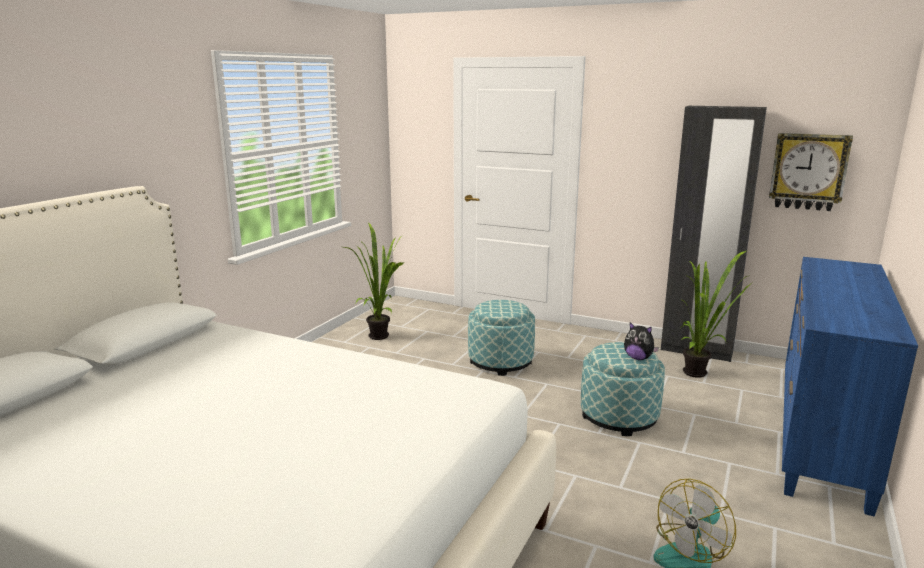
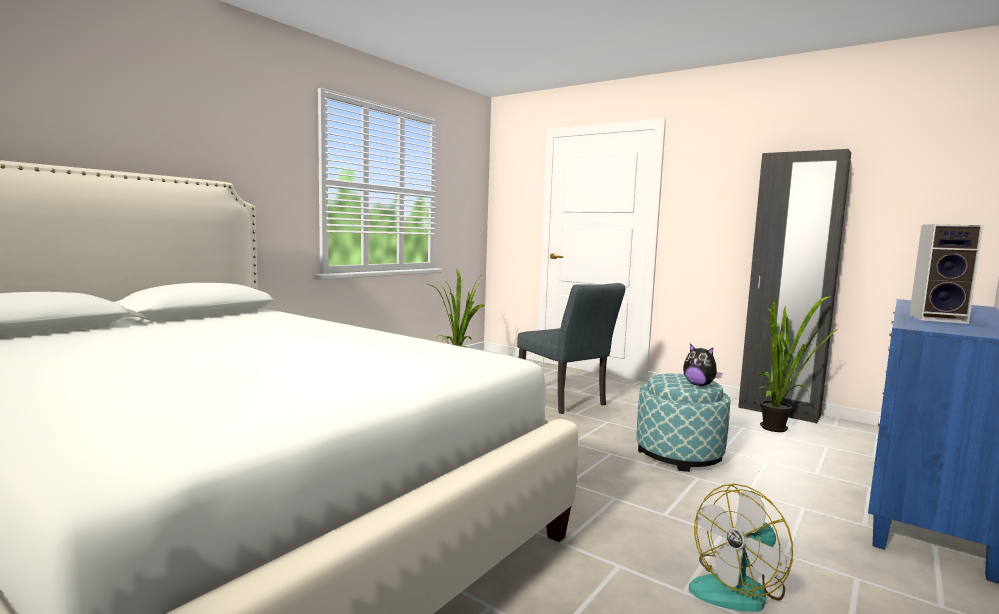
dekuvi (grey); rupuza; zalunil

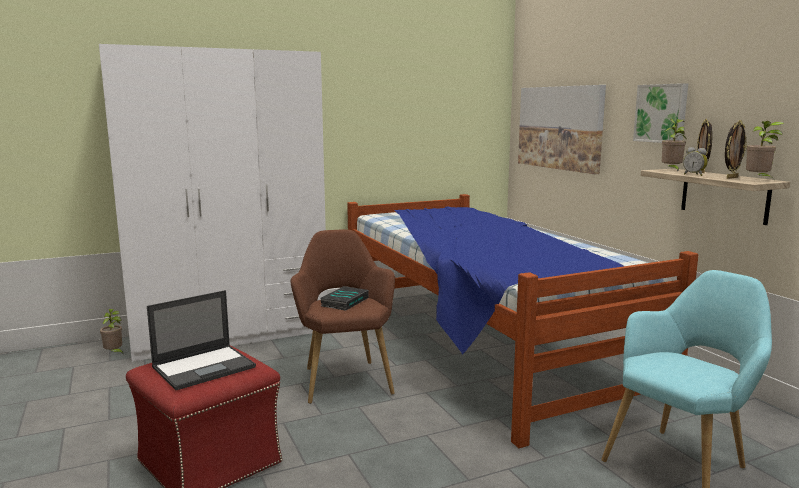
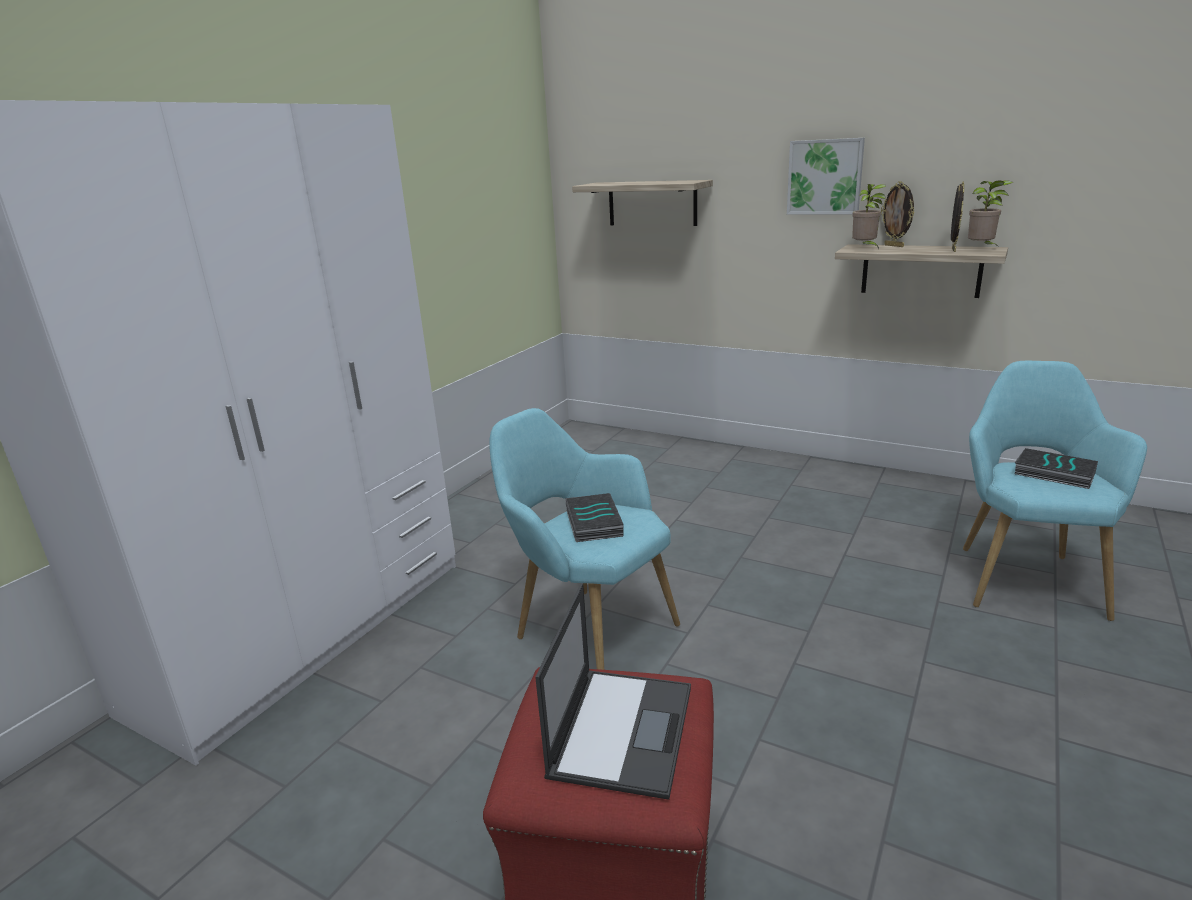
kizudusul (1st from left in the first image); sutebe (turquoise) (1st from left); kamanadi; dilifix (1st from left); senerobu; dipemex (2nd from left)

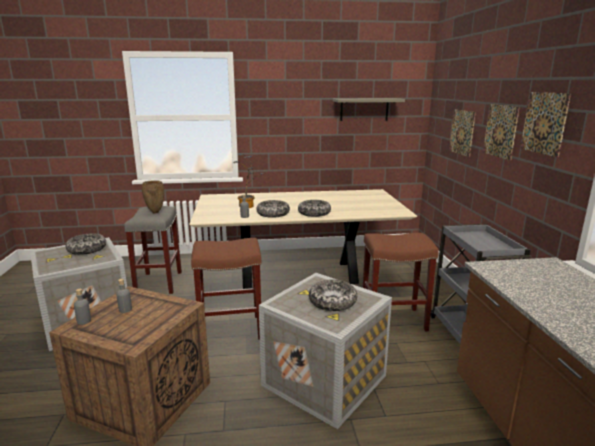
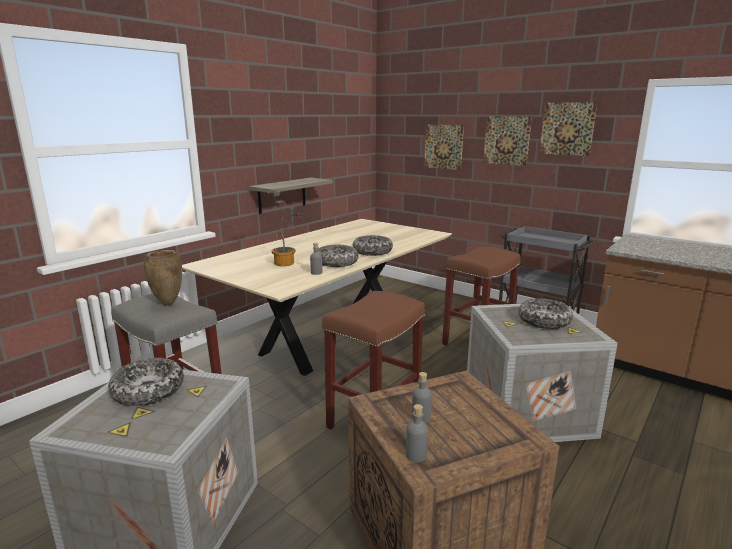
dilifix

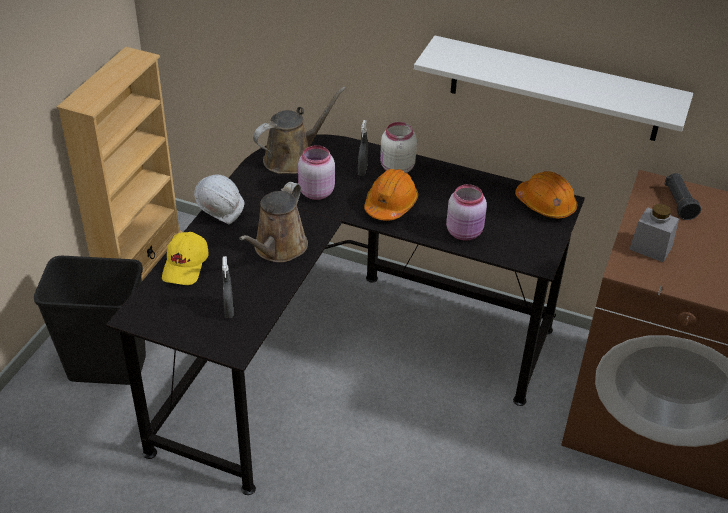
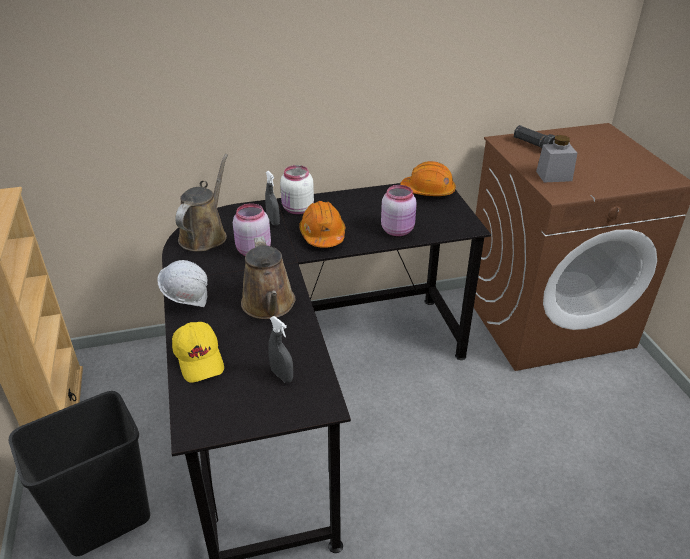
dilifix (white)

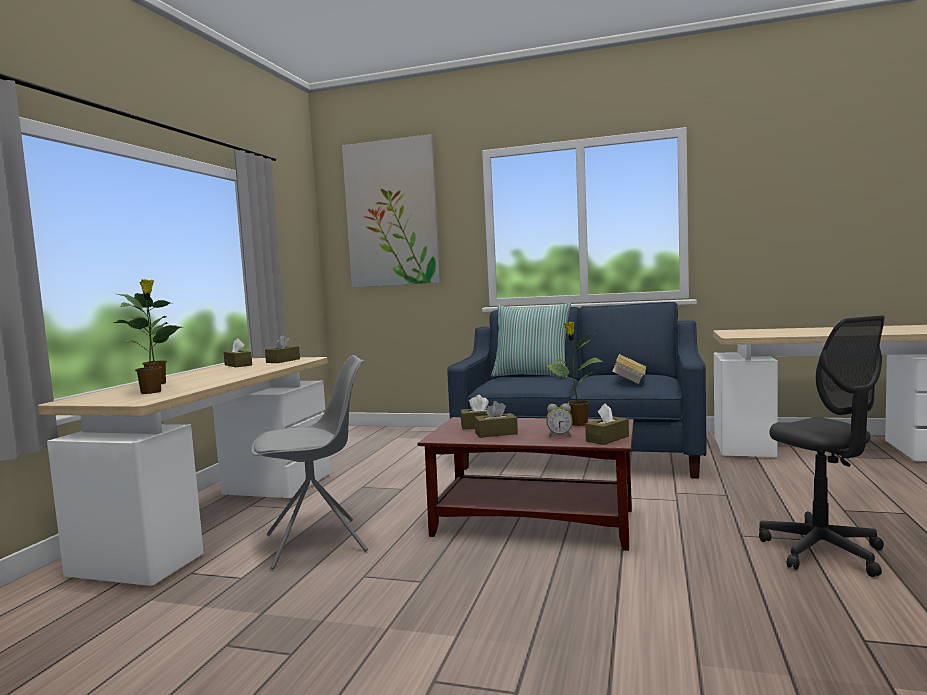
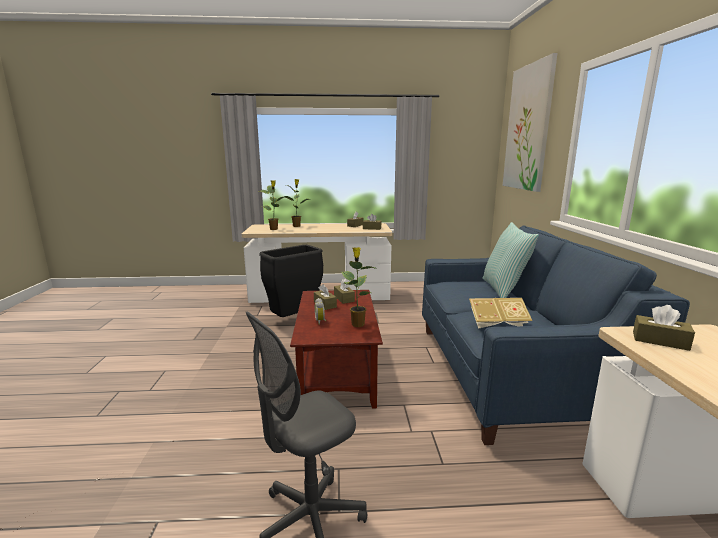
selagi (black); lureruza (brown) (5th from left)

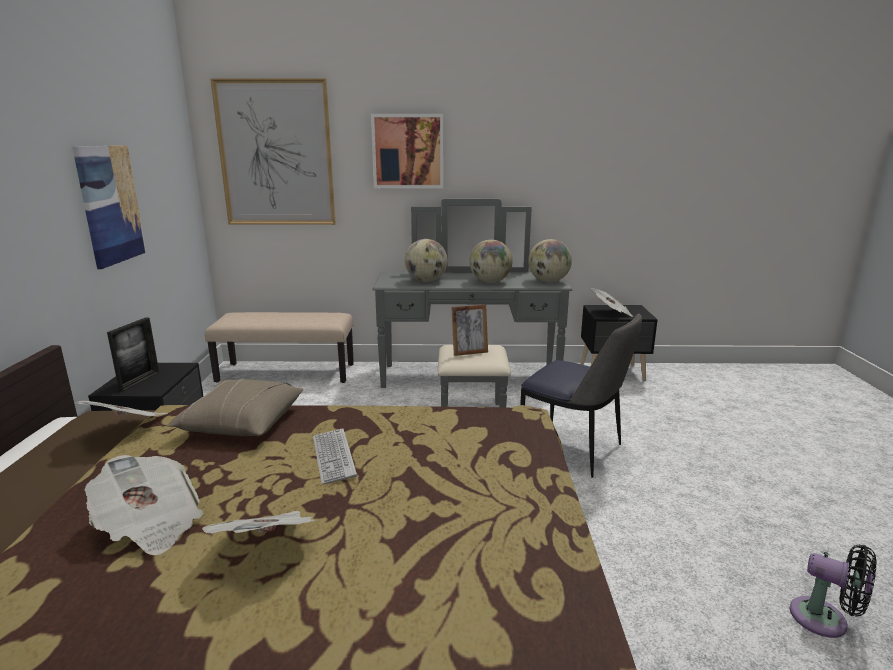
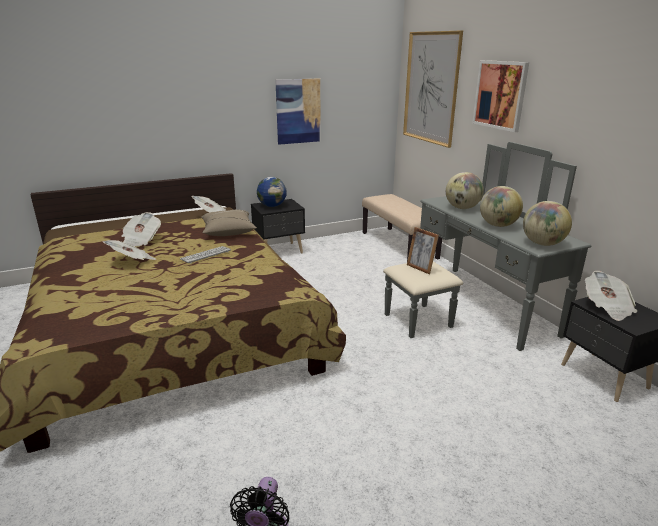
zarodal (1st from left); dekuvi

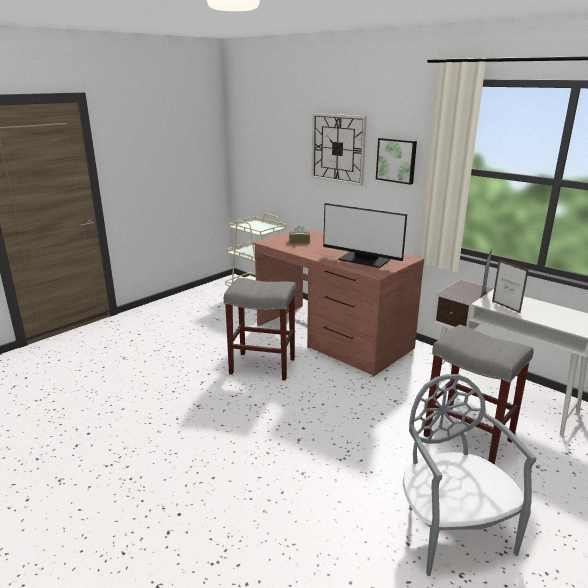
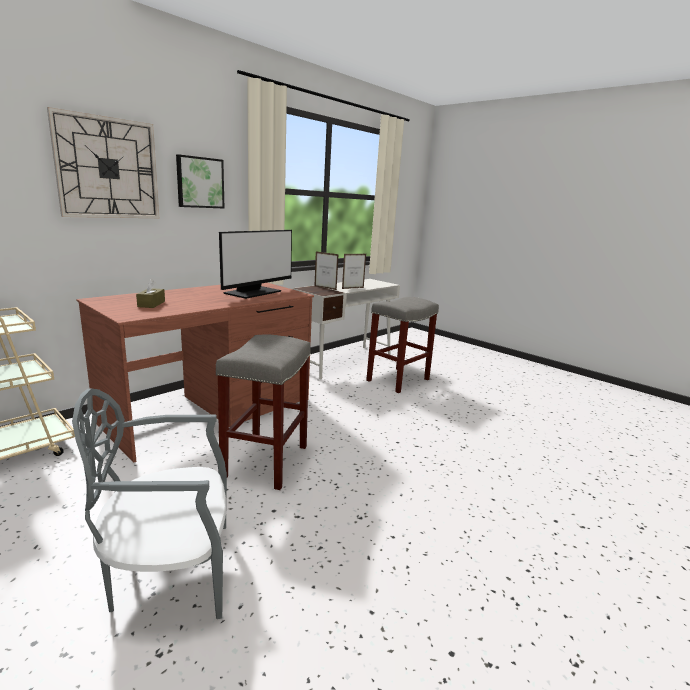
dekuvi (grey)

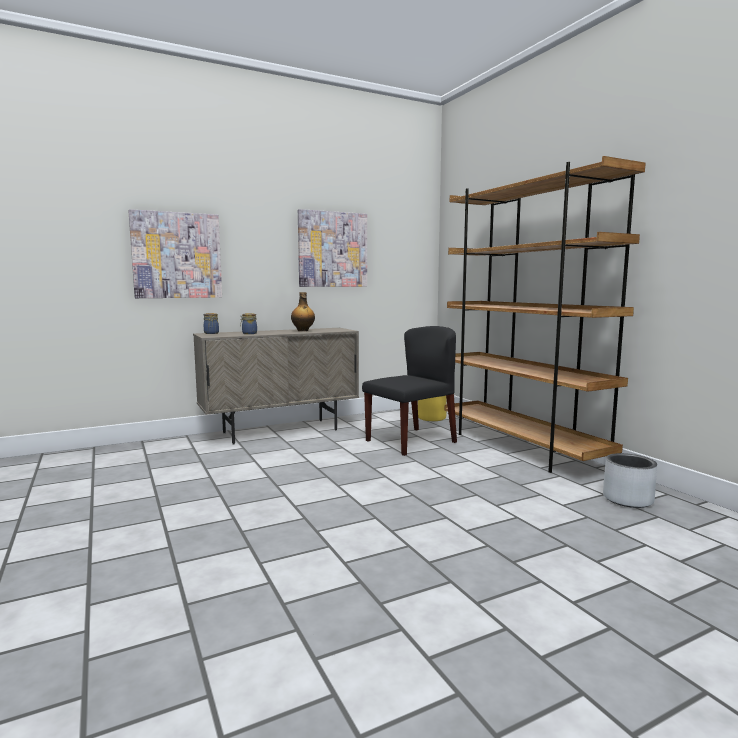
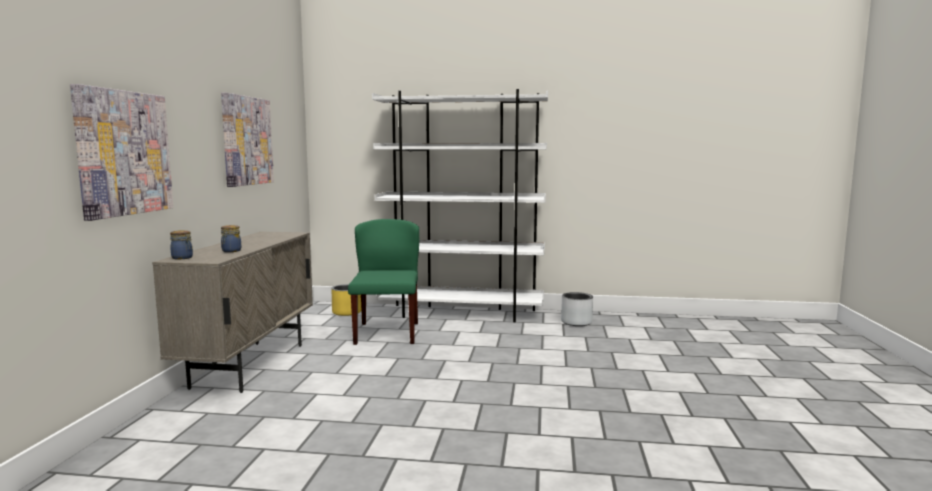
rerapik; dekuvi (green); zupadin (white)

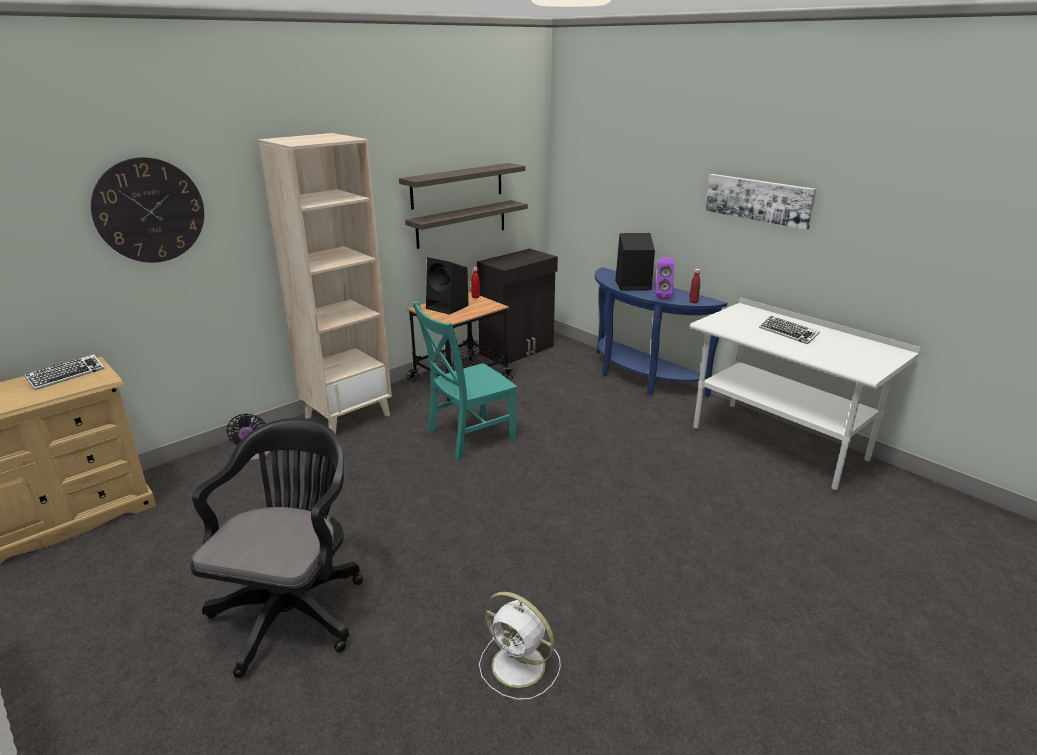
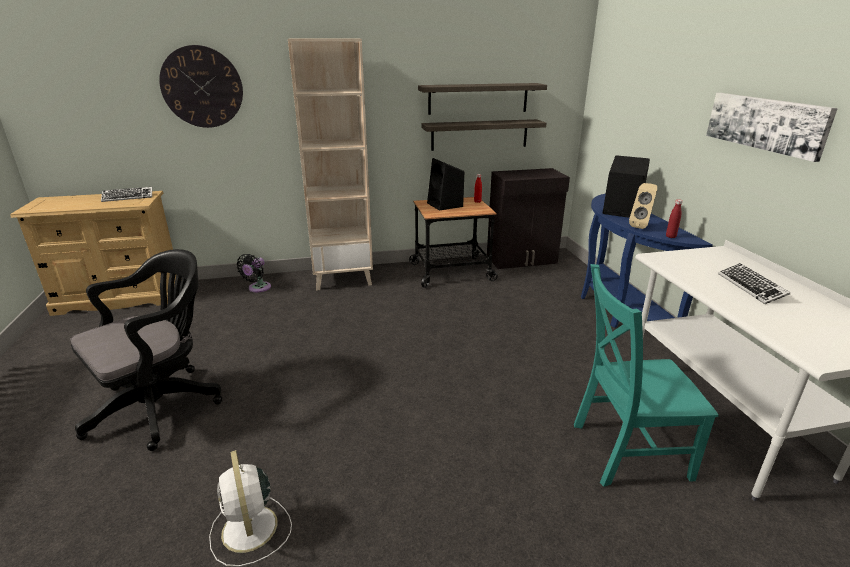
dekuvi (turquoise); zalunil (beige)

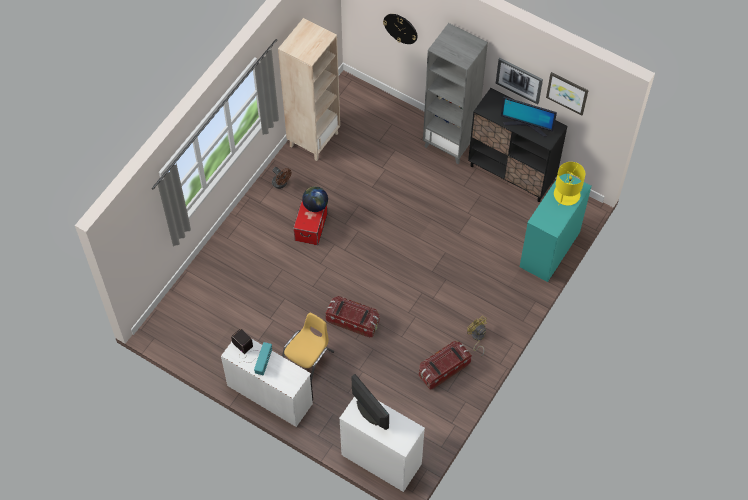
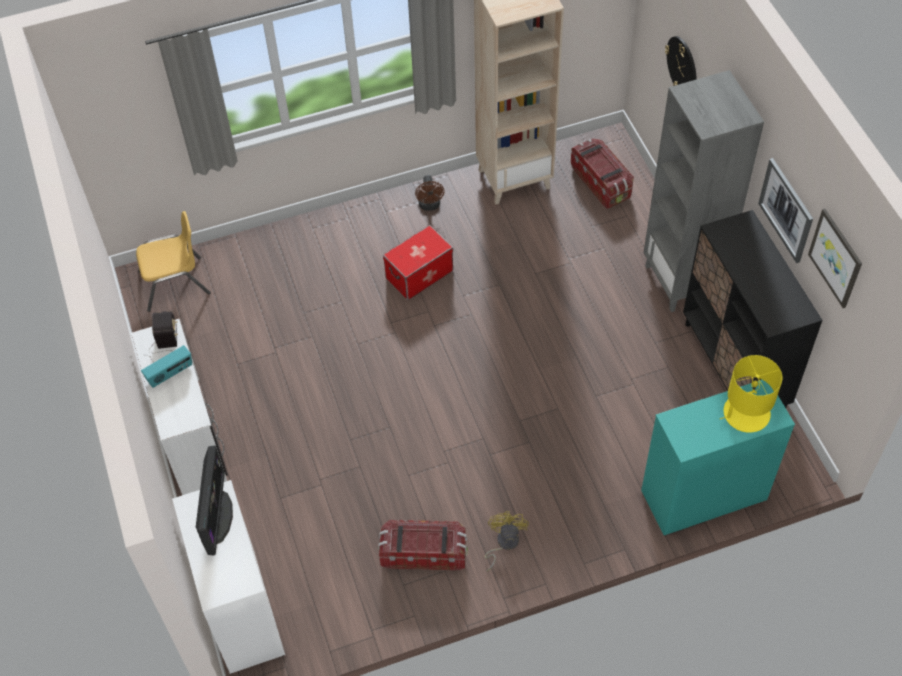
dekuvi (yellow); zarodal; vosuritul (3rd from left); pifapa (2nd from left in the first image)

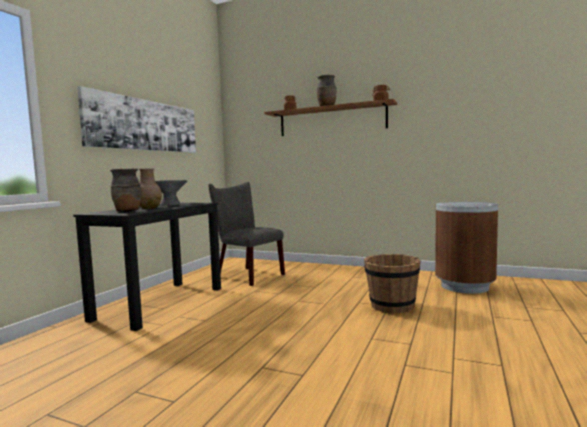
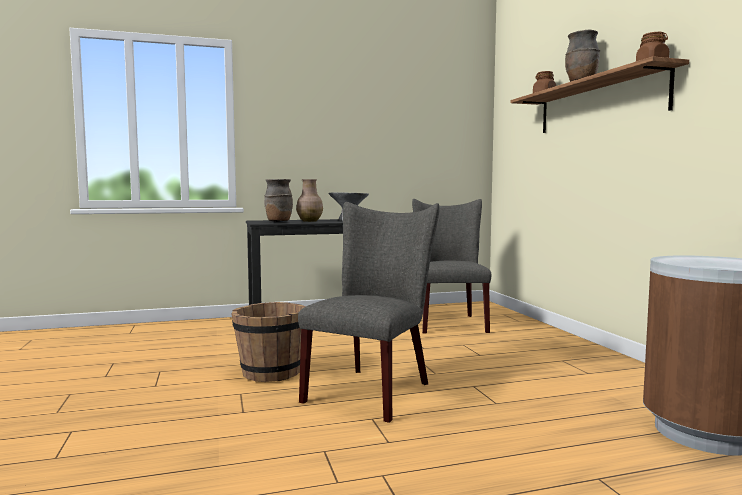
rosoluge; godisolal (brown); dekuvi (grey) (1st from left)

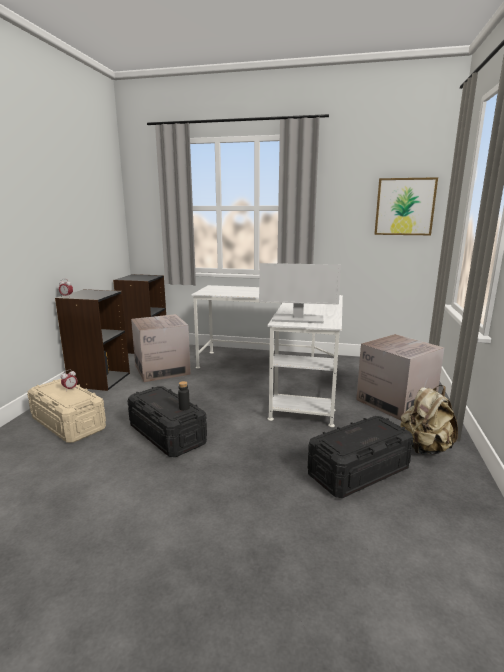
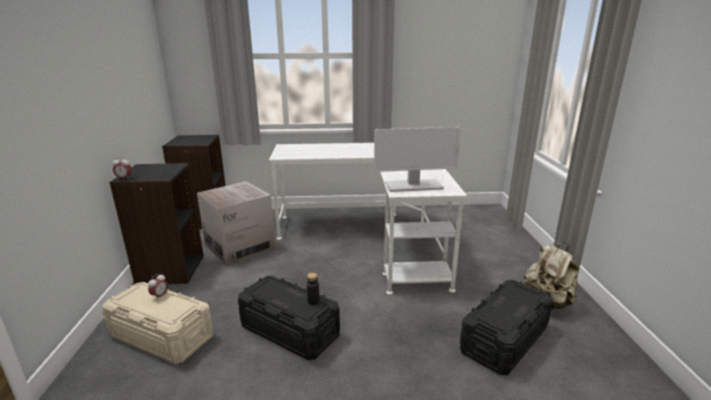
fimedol (2nd from left in the first image); rosoluge

